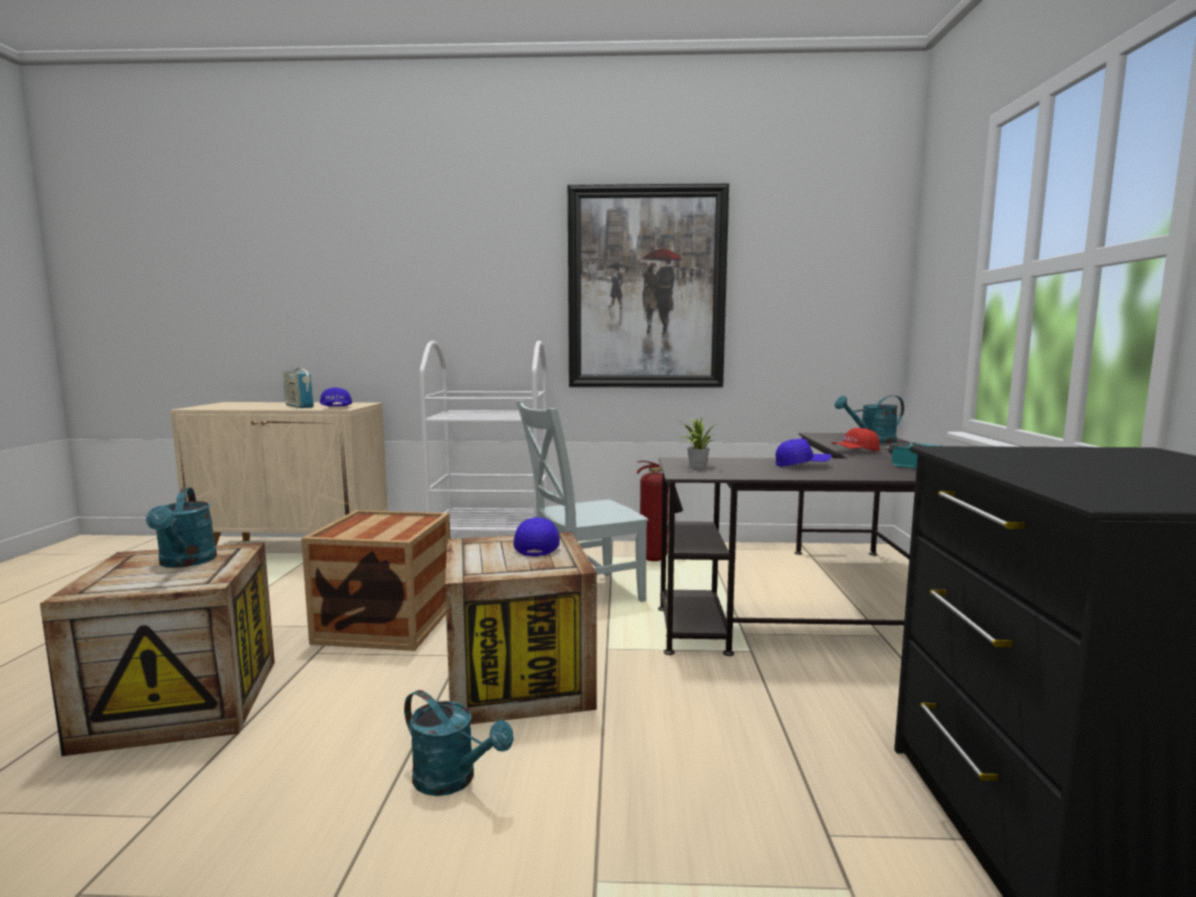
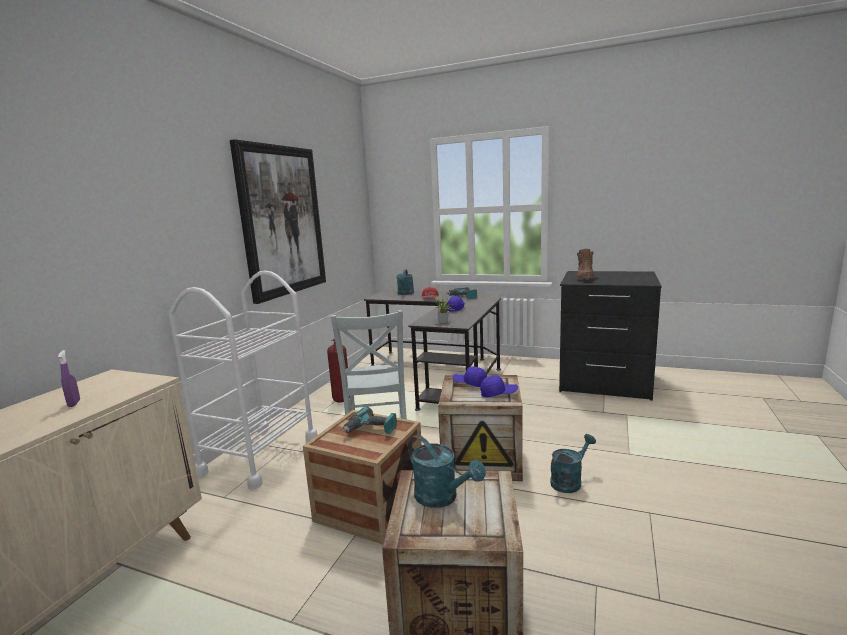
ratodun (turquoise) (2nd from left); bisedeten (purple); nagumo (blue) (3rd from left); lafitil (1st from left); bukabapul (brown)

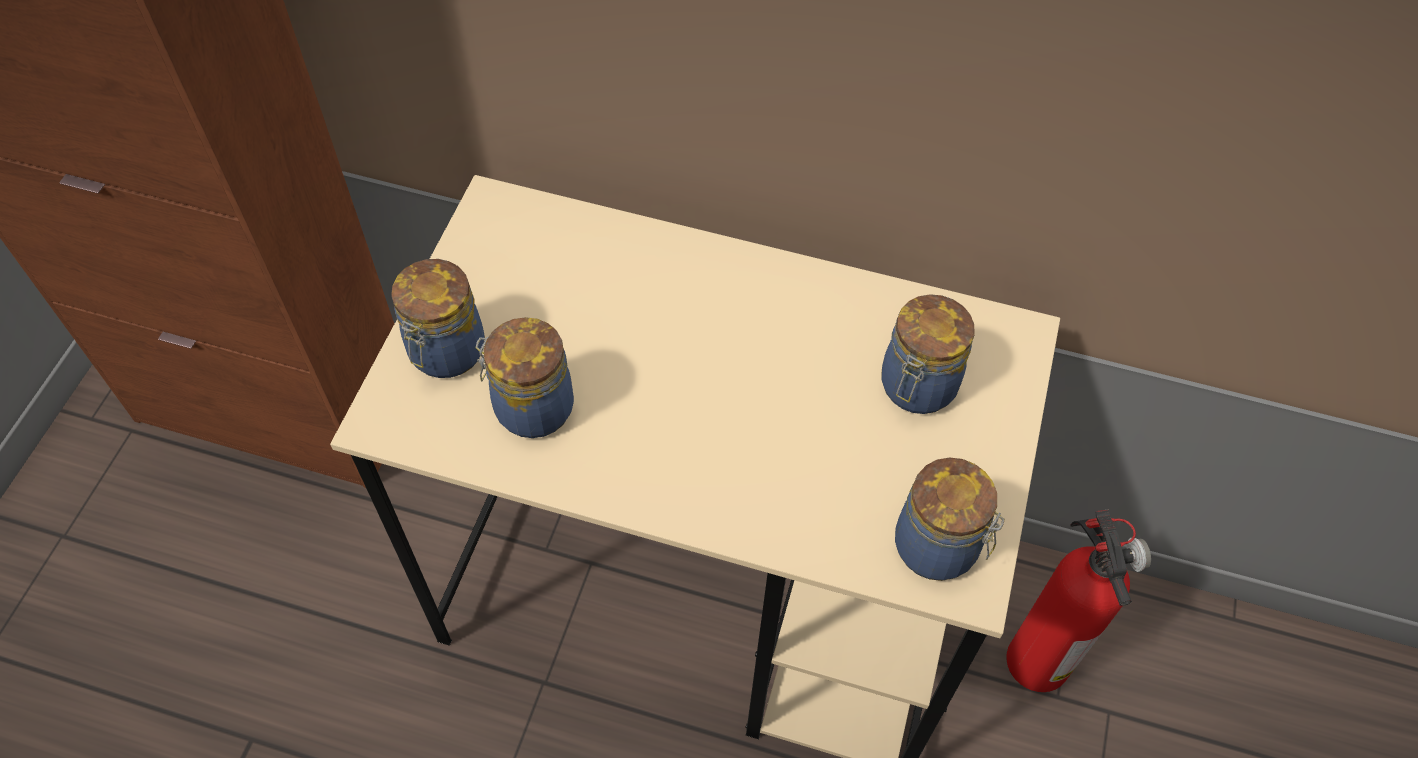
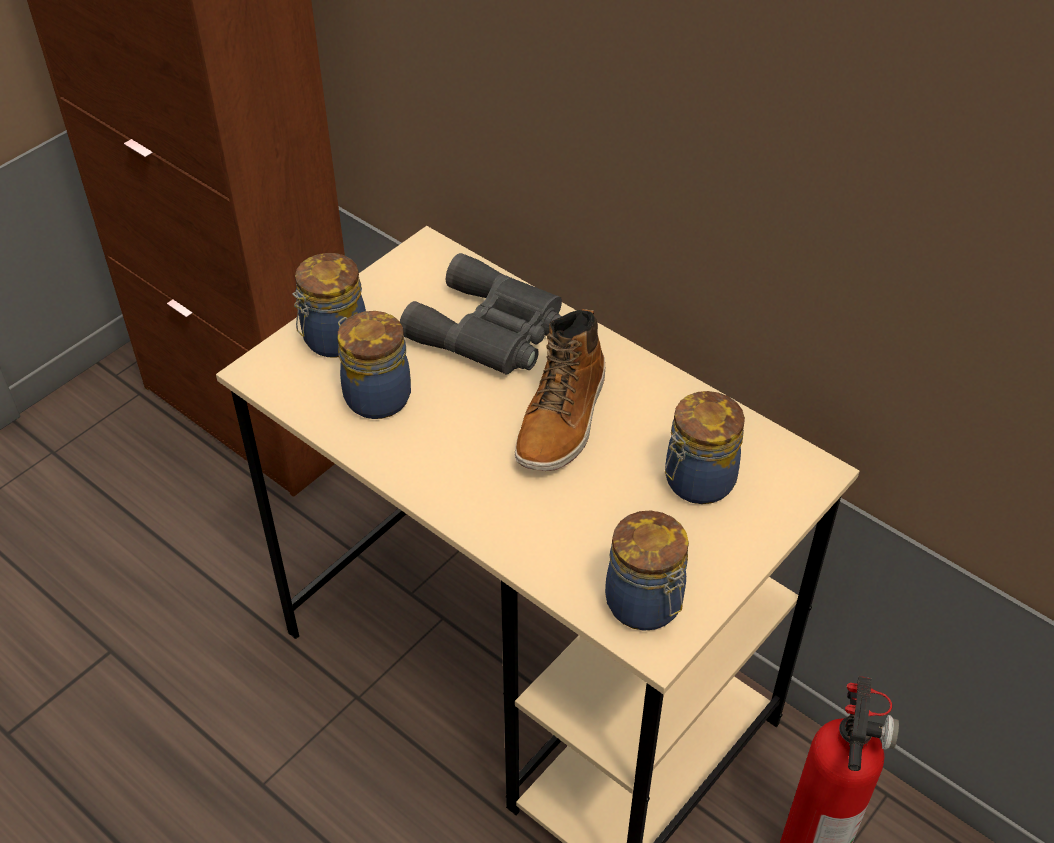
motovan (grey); bukabapul

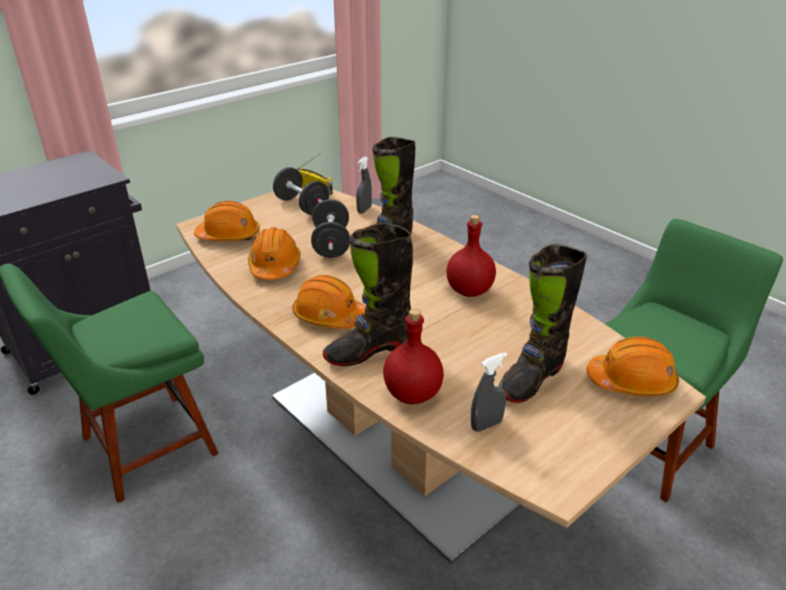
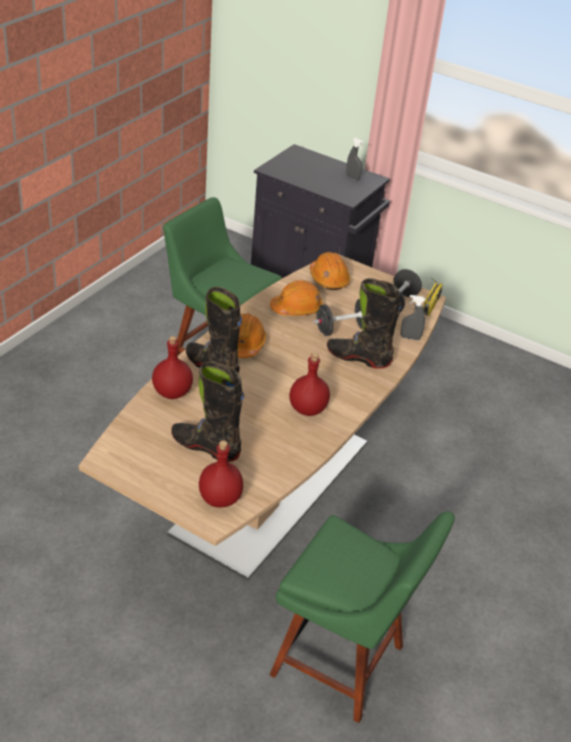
bisedeten (grey) (1st from left); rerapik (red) (2nd from left)

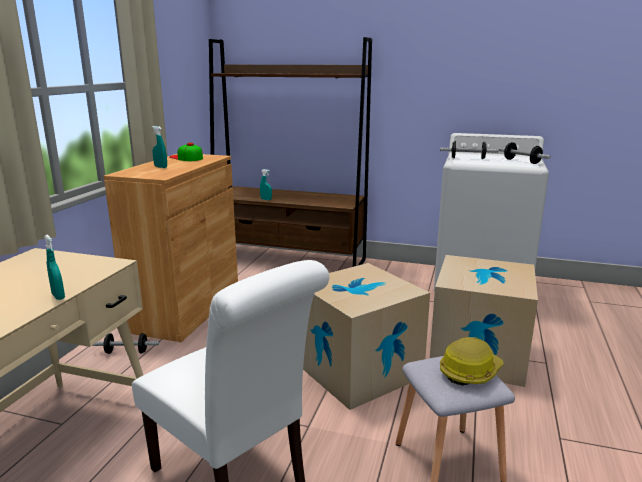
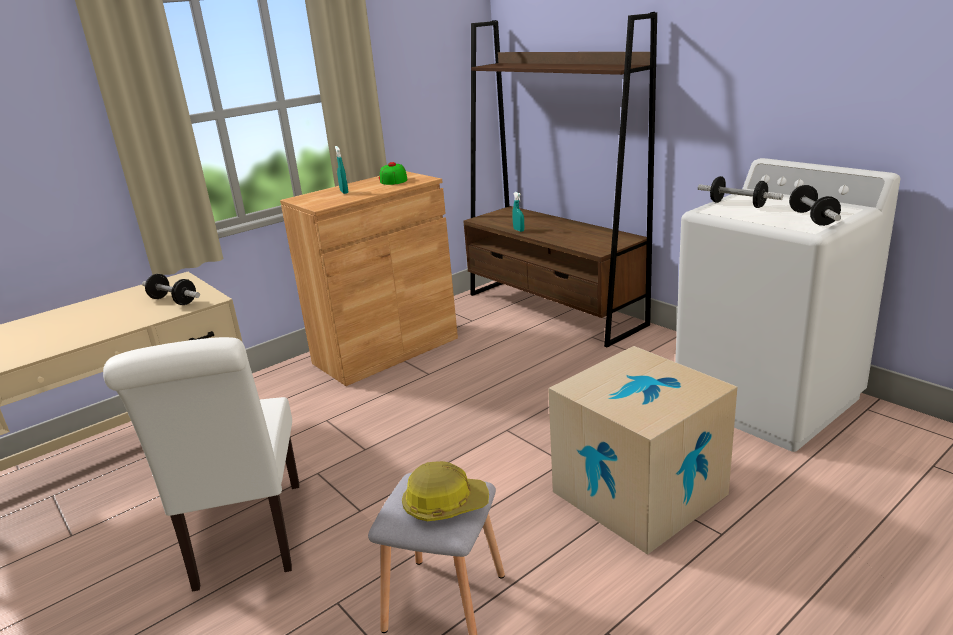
bisedeten (turquoise) (1st from left in the first image); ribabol (1st from left); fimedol (1st from left in the first image)

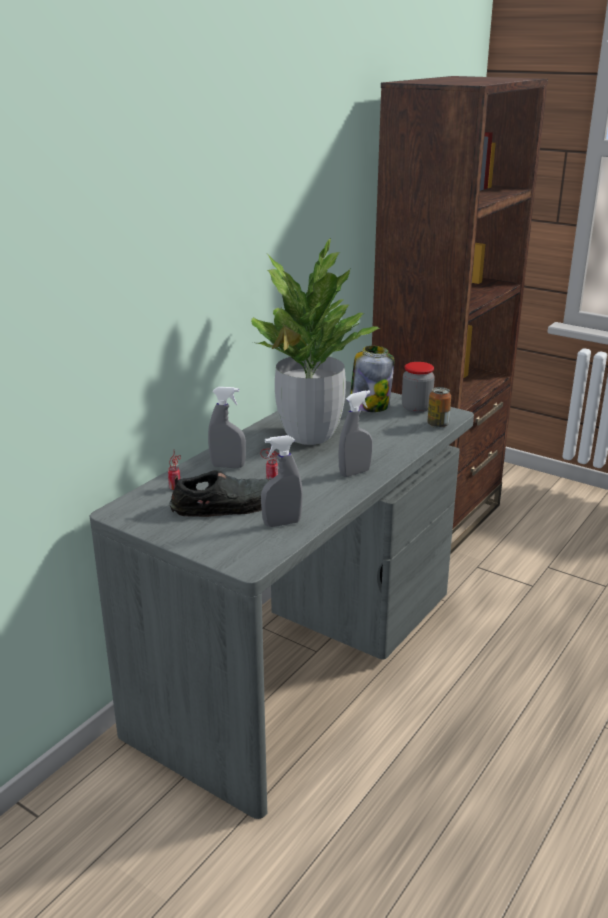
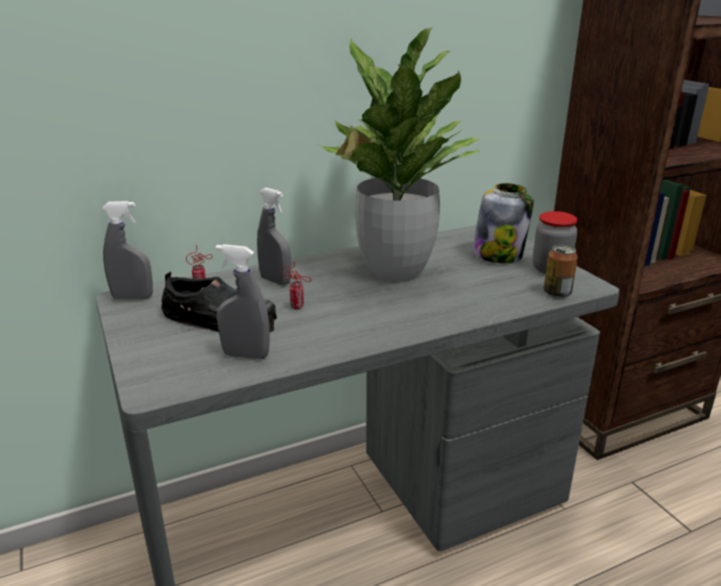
bisedeten (grey) (1st from left)

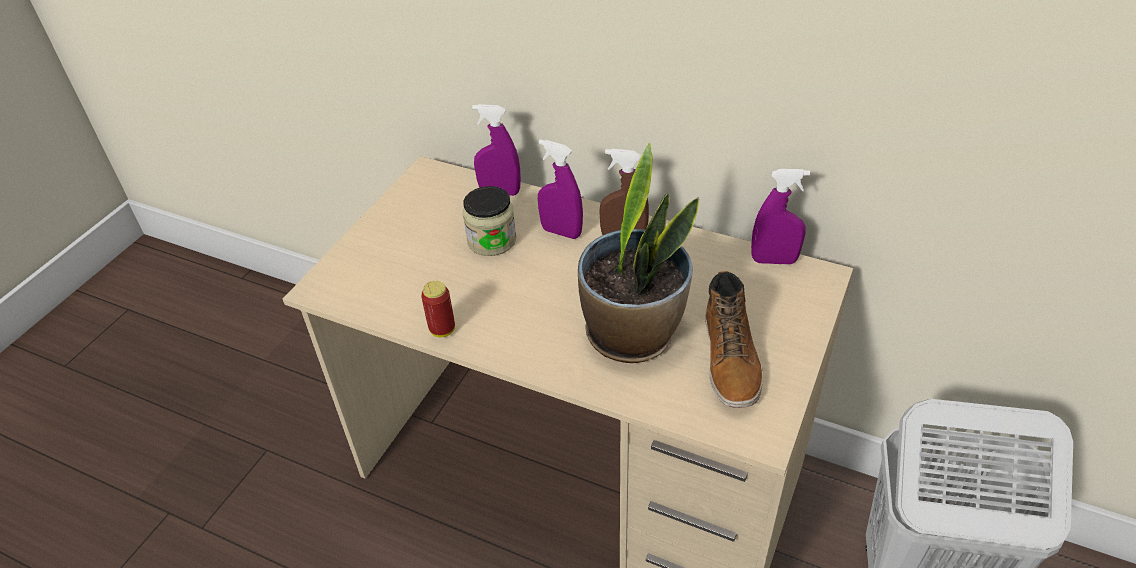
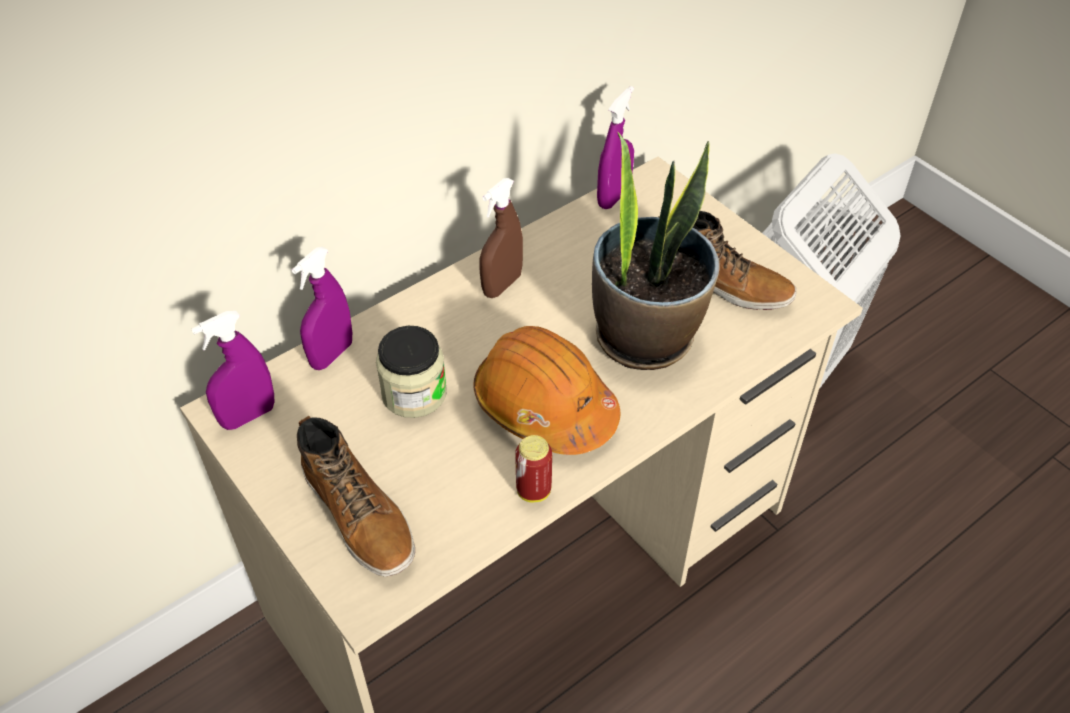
bisedeten (purple) (1st from left); bukabapul (1st from left); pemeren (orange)

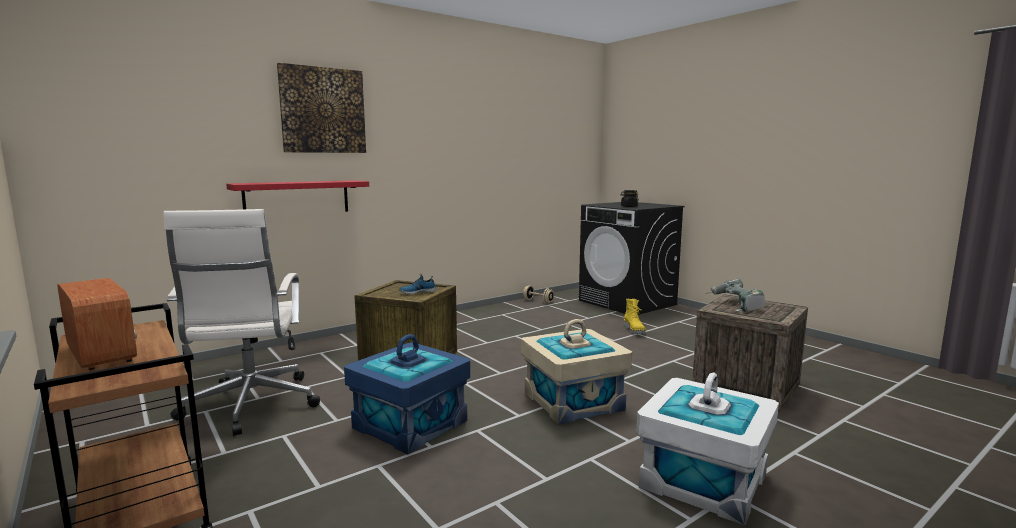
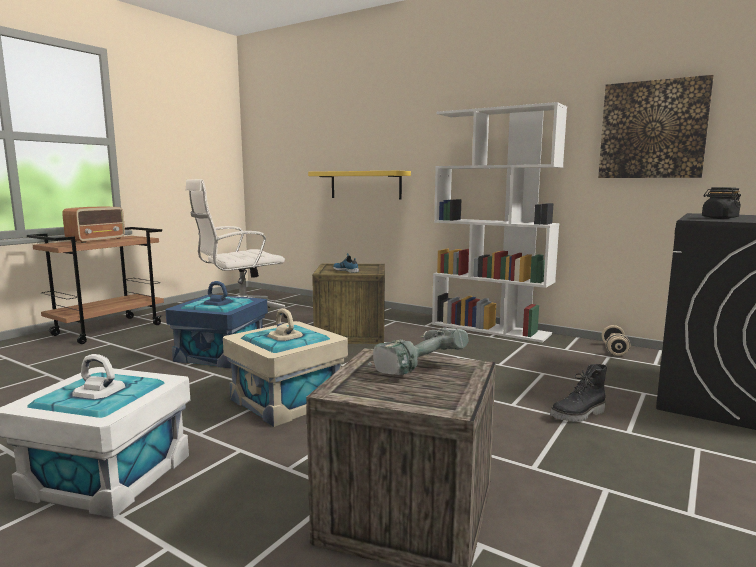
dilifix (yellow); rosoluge; bukabapul (black); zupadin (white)

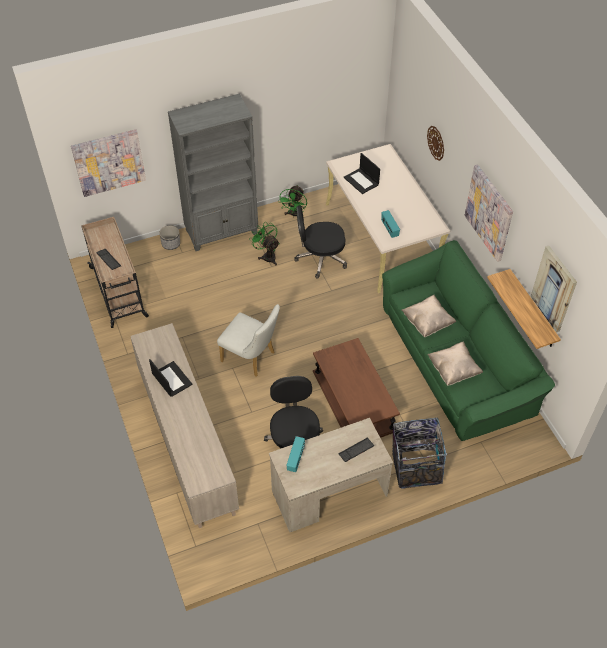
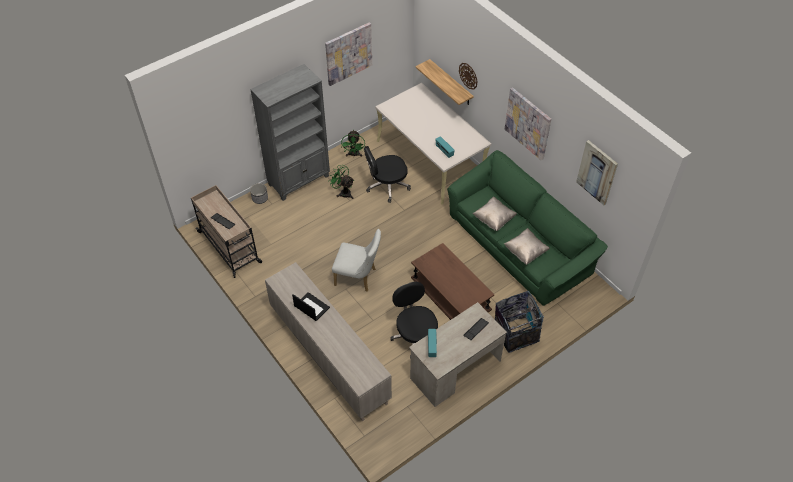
rosoluge (1st from left); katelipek (2nd from left in the first image); dilifix

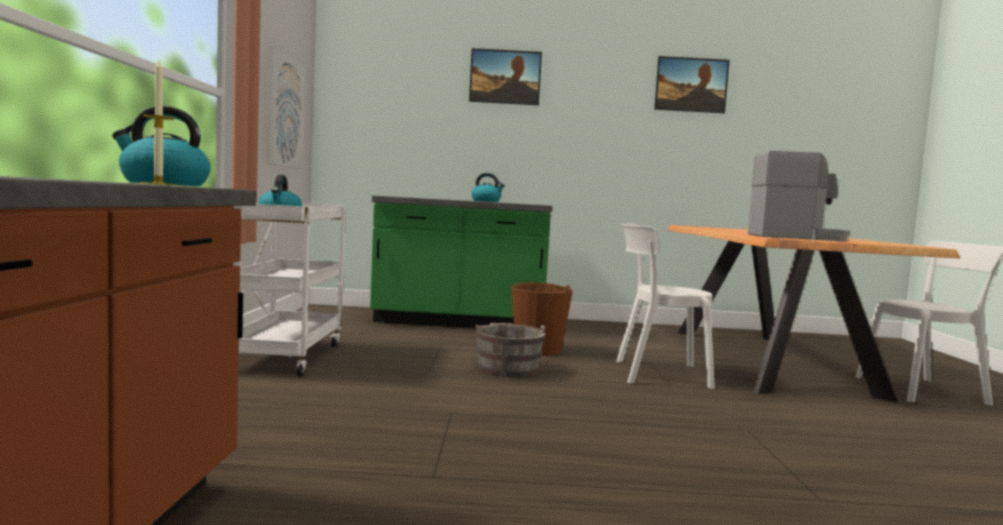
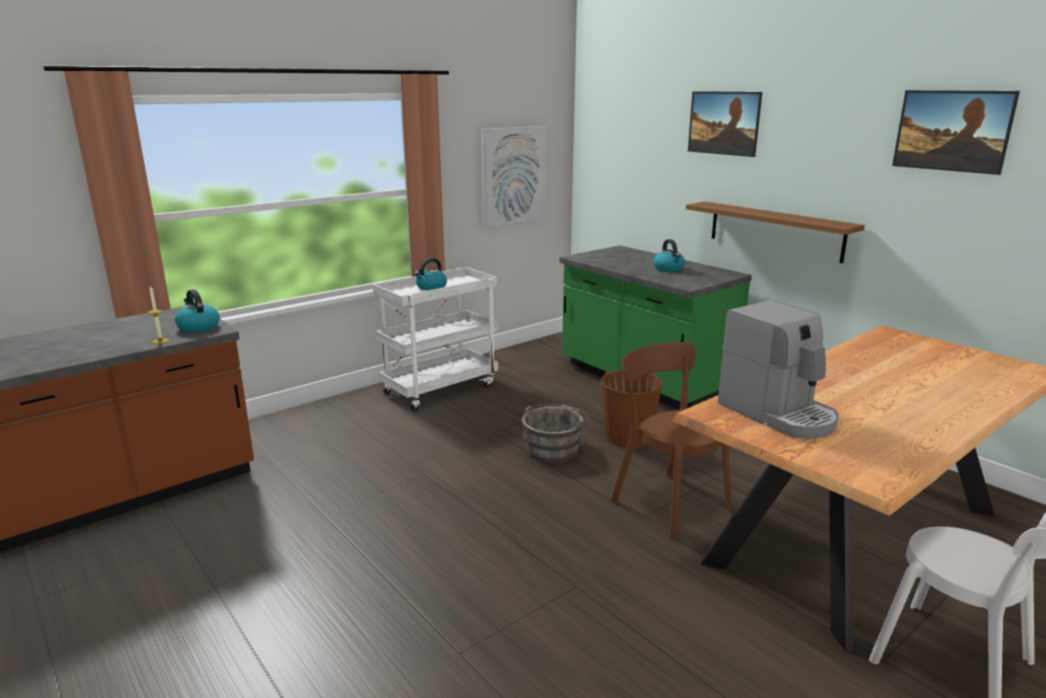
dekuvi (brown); dilifix (brown)

